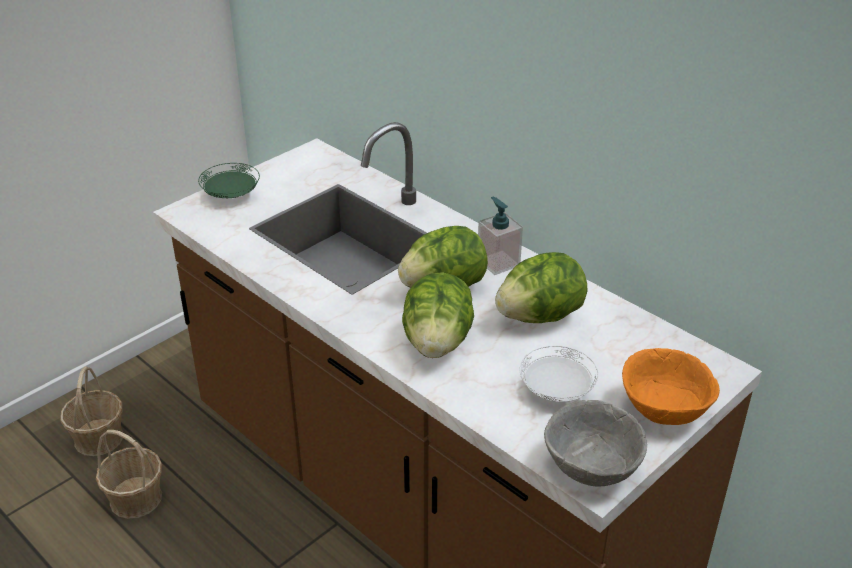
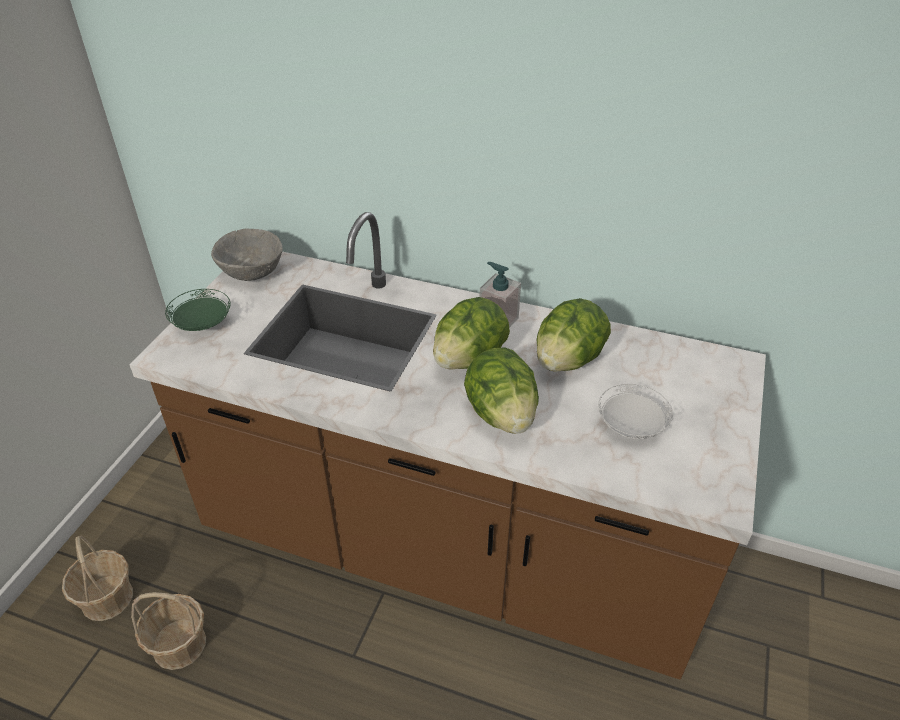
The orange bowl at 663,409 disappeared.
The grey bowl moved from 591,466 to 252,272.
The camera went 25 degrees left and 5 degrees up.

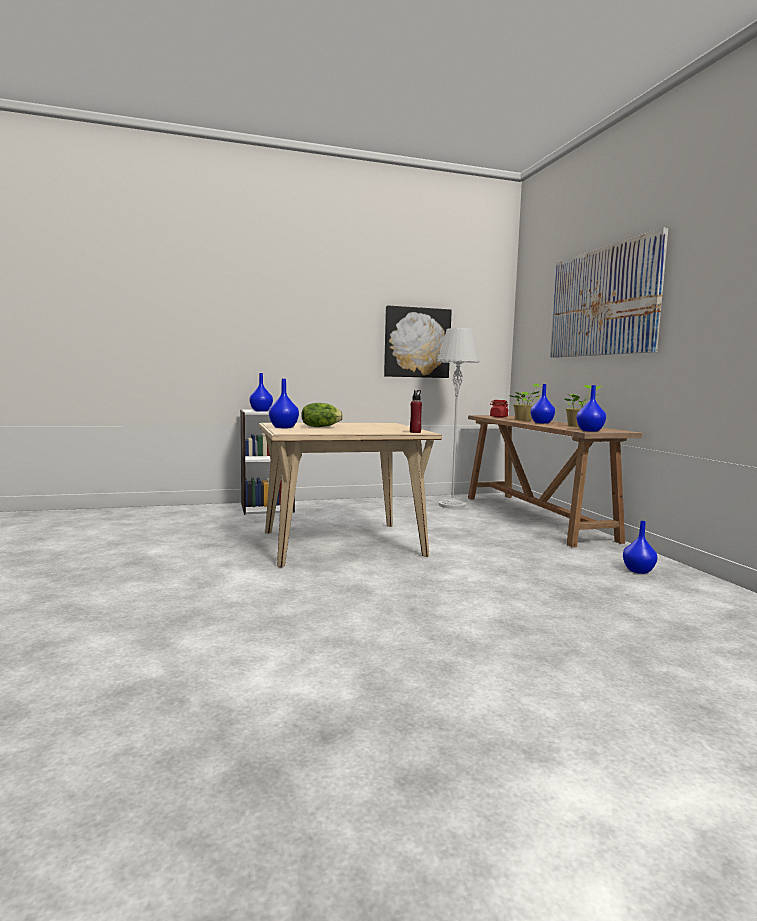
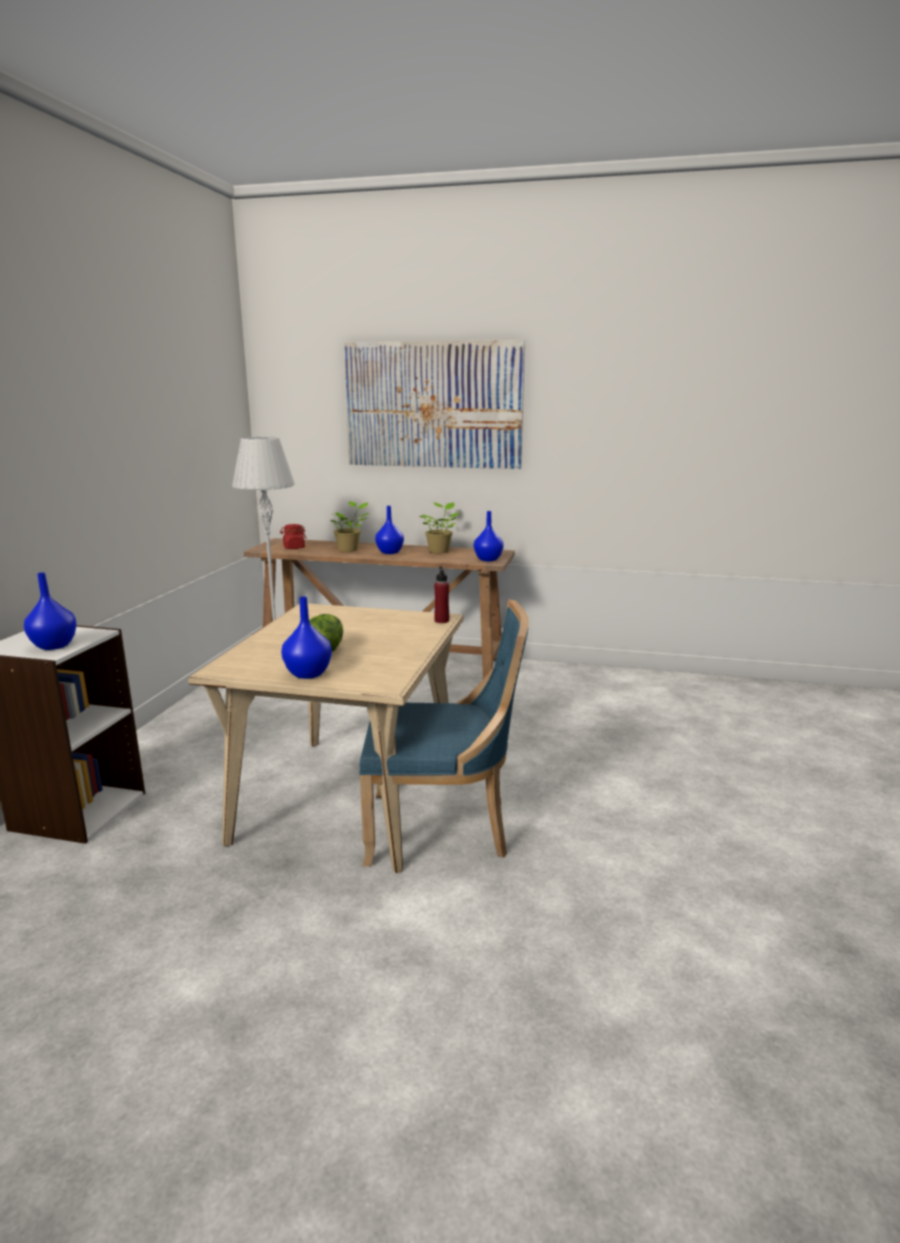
The picture at 417,342 disappeared.
The blue vase at 638,571 disappeared.
The blue chair at 443,828 appeared.
The camera went 60 degrees left and 10 degrees up.

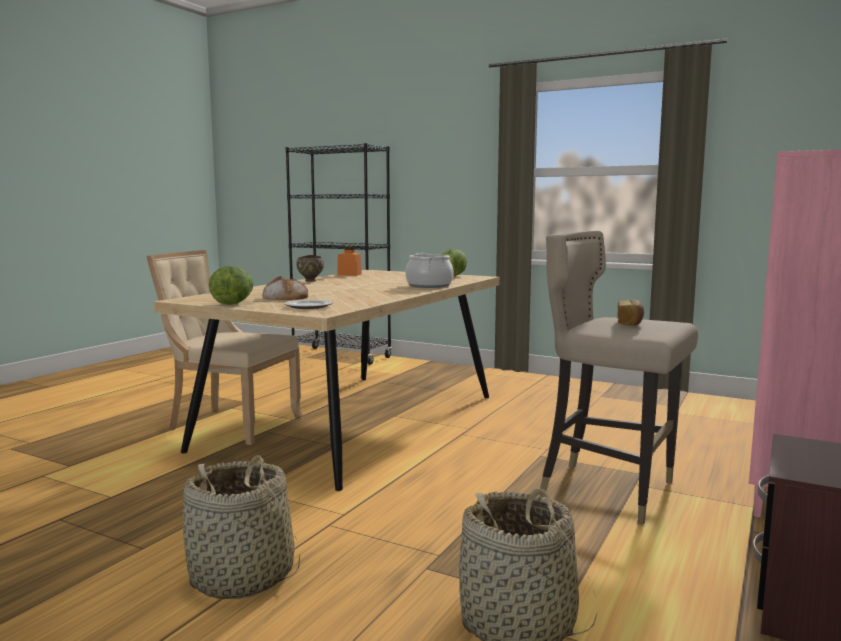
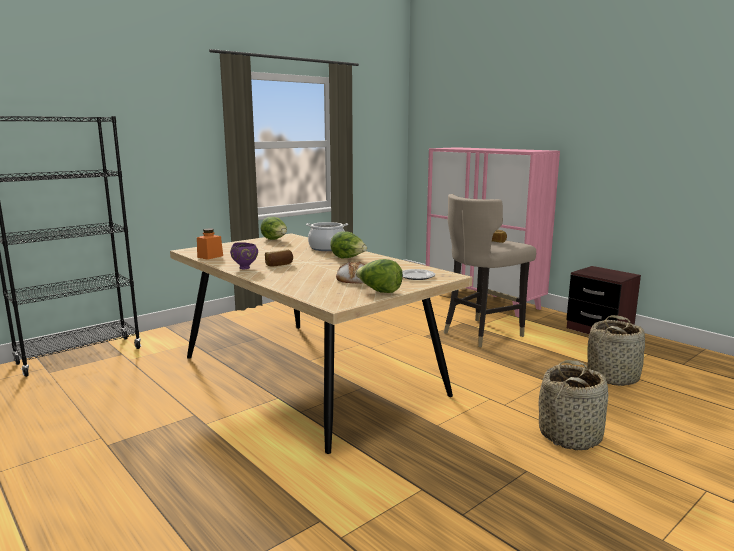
The beige chair at 229,423 disappeared.
The bread at 279,265 appeared.
The lettuce at 348,258 appeared.
The brown bowl at 310,281 became the purple bowl at 245,268.
The camera went 70 degrees left and 5 degrees up.

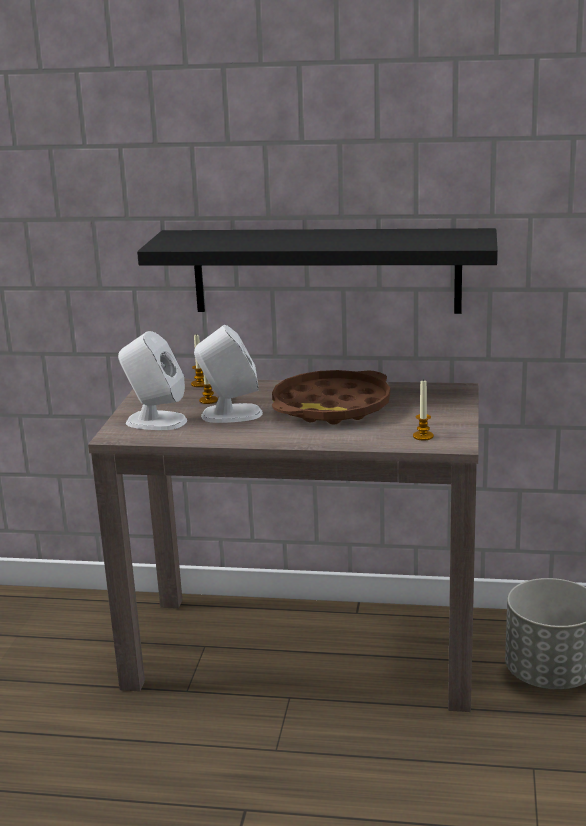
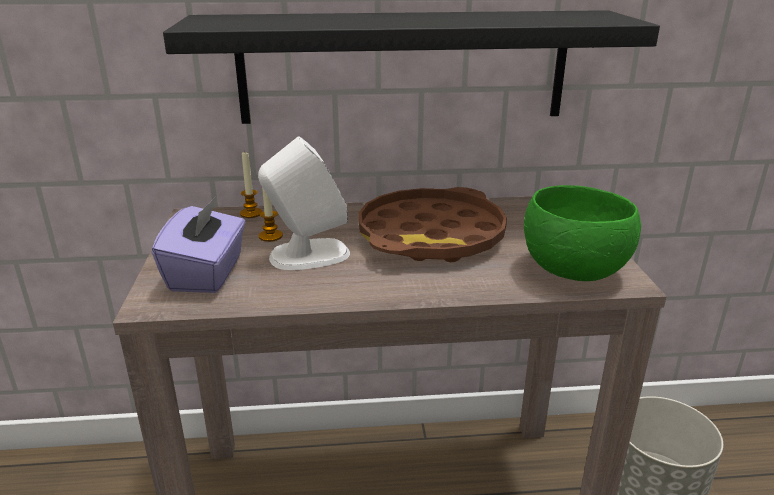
The white speaker at 155,421 was replaced by the purple tissue box at 208,273.
The candle at 423,436 was replaced by the green bowl at 575,272.
The camera went 15 degrees left and 5 degrees up.

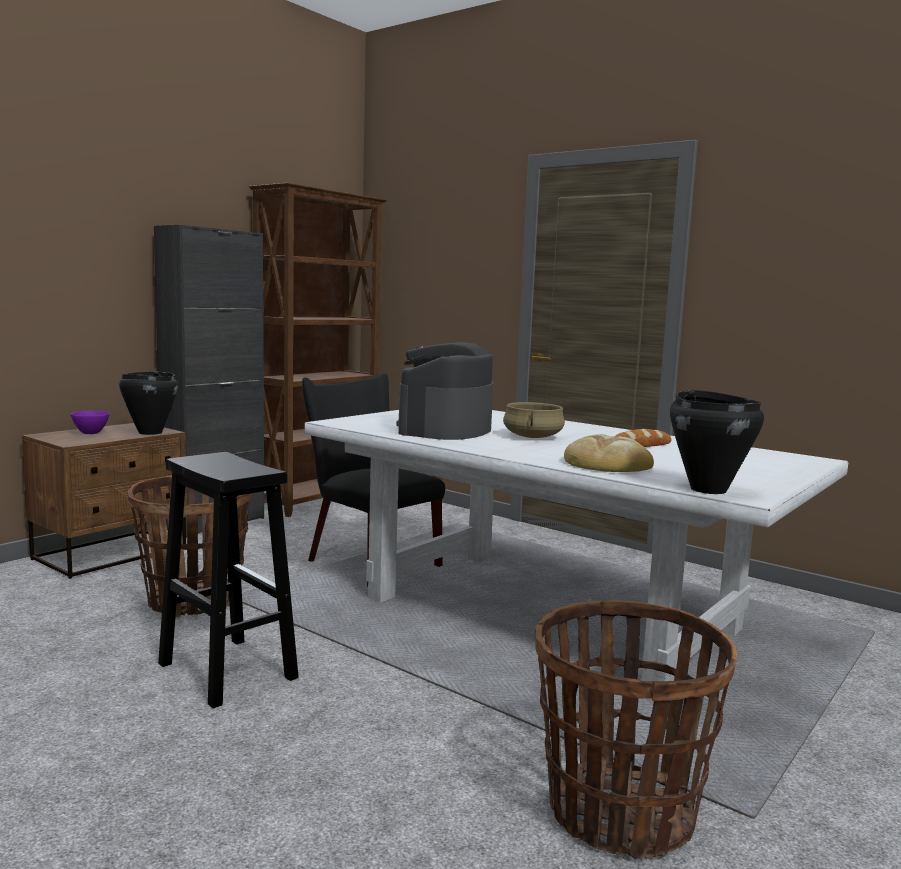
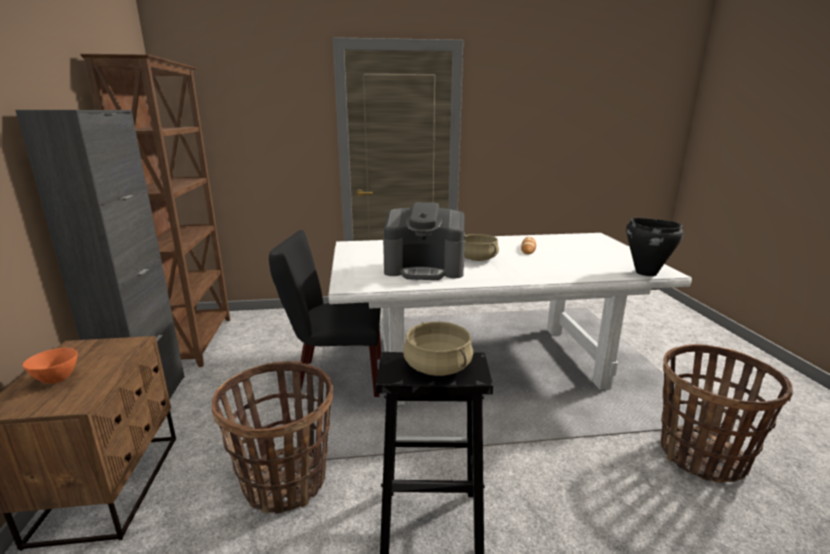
The black cooking pot at 149,432 disappeared.
The bread at 607,463 disappeared.
The beige cooking pot at 438,367 appeared.
The purple bowl at 91,433 became the orange bowl at 57,379.
The coffee machine at 445,429 turned 60 degrees counterclockwise.
The camera went 45 degrees left and 10 degrees up.

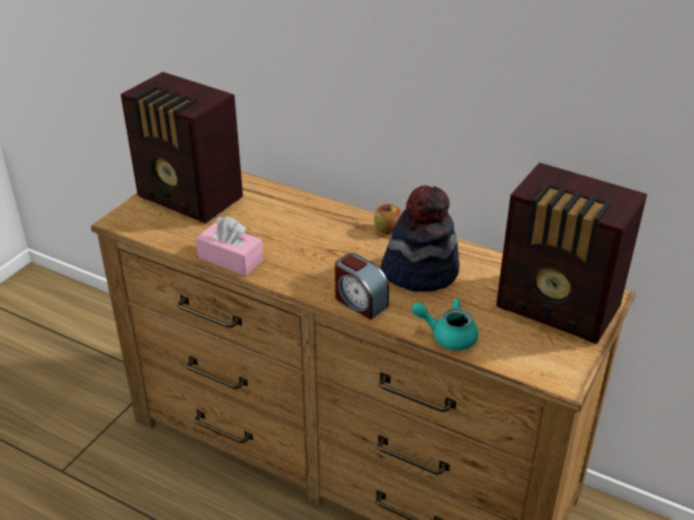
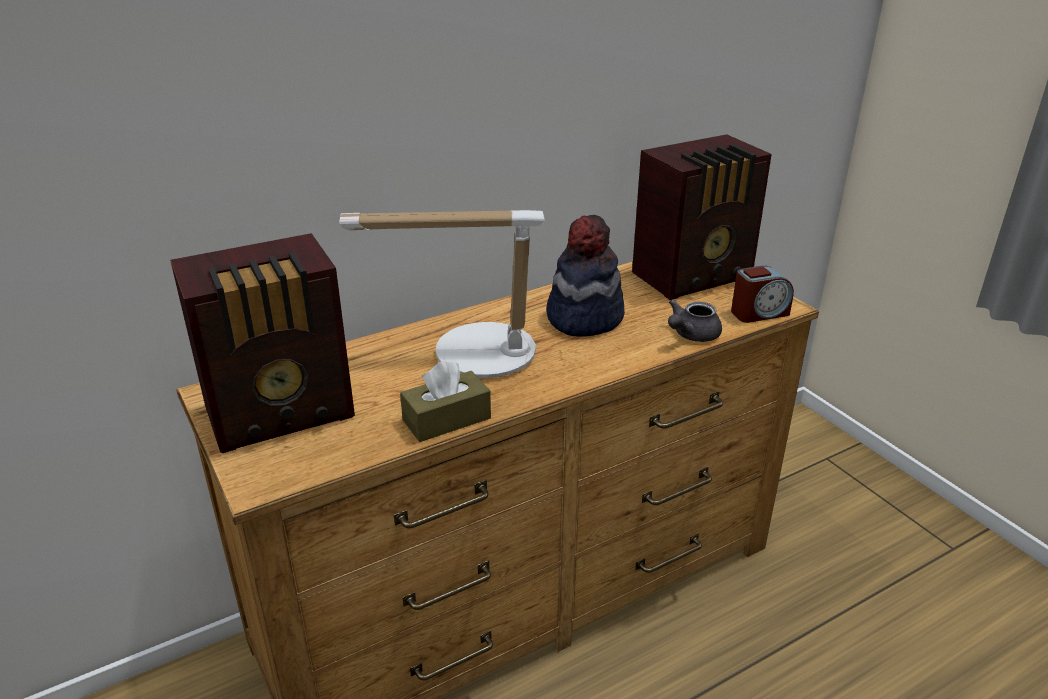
The apple at 387,229 disappeared.
The table lamp at 471,354 appeared.
The alarm clock moved from 360,302 to 759,313.
The pink tissue box at 230,259 became the brown tissue box at 446,419.
The turquoise teapot at 447,335 became the grey teapot at 691,335.
The camera went 60 degrees left and 5 degrees down.

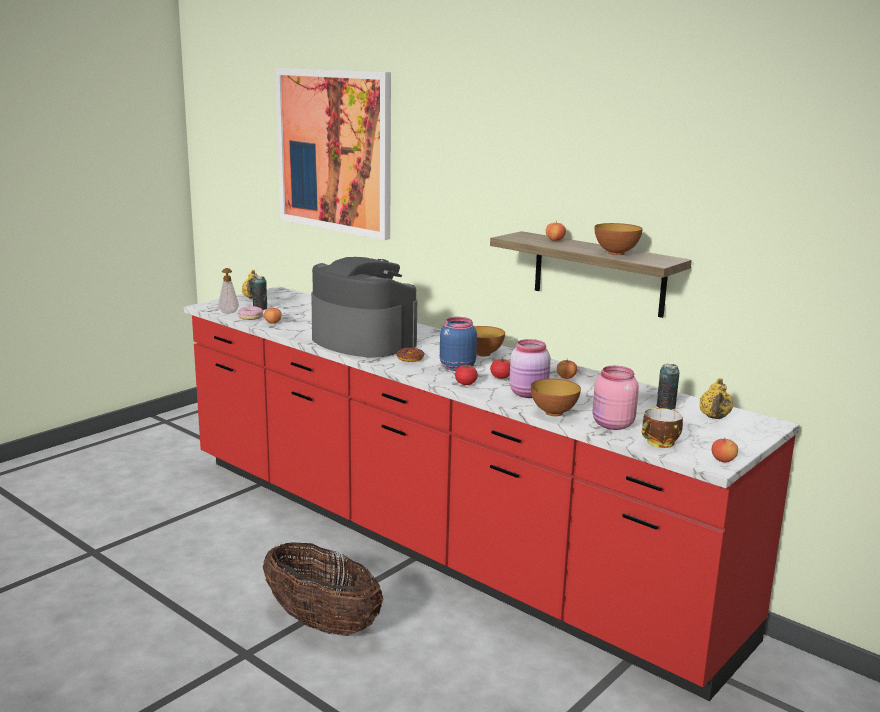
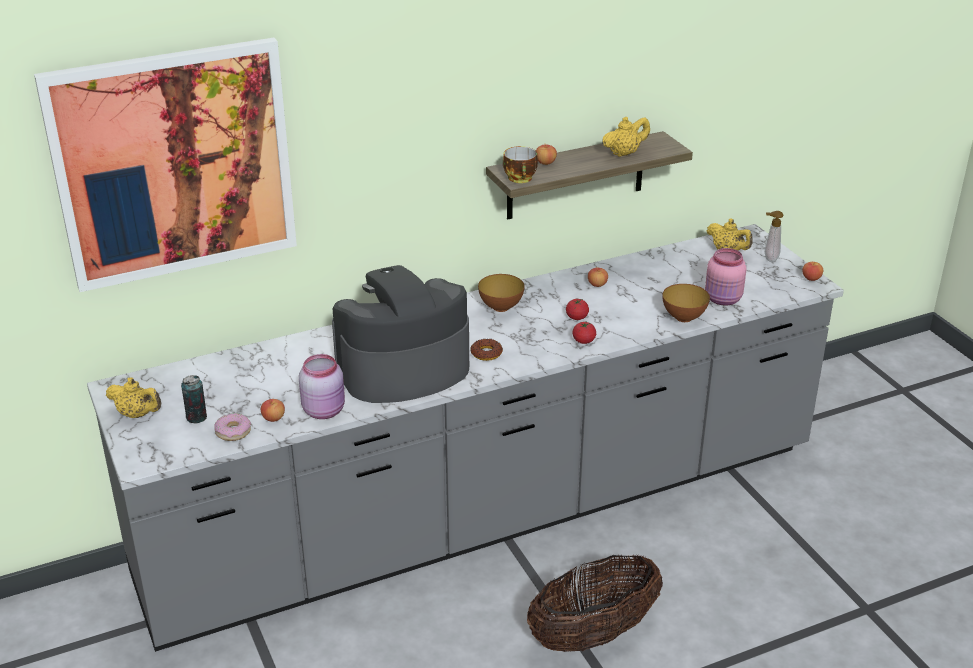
The blue jar at 456,367 disappeared.
The can at 665,406 disappeared.
The soap dispenser moved from 228,312 to 769,259.
The pink jar moved from 529,394 to 325,410.
The cup moved from 659,443 to 521,179.
The bowl at 616,253 was replaced by the yellow teapot at 624,153.
The red counter at 435,542 became the grey counter at 486,515.
The camera went 65 degrees left and 15 degrees up.

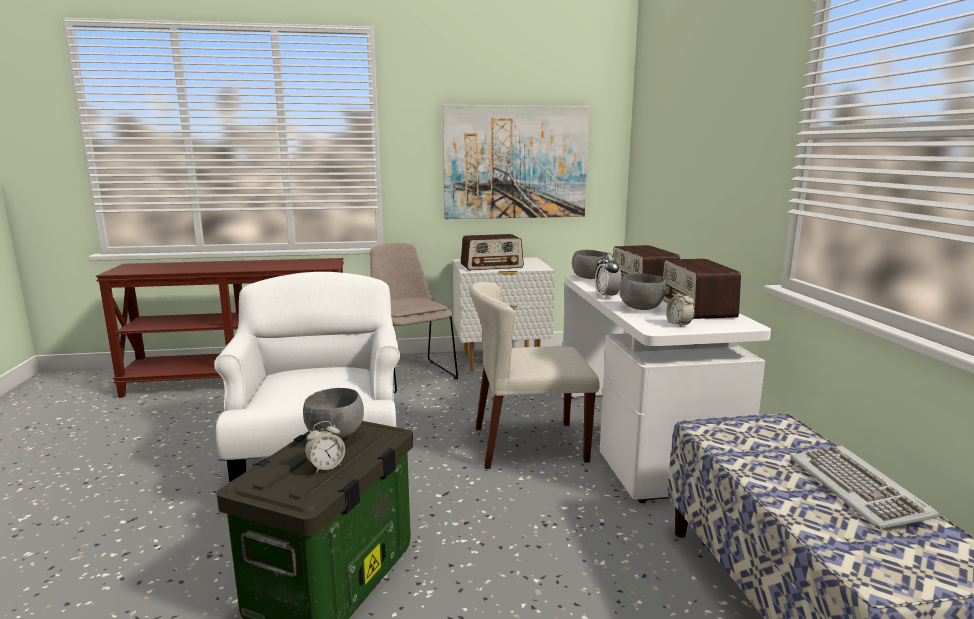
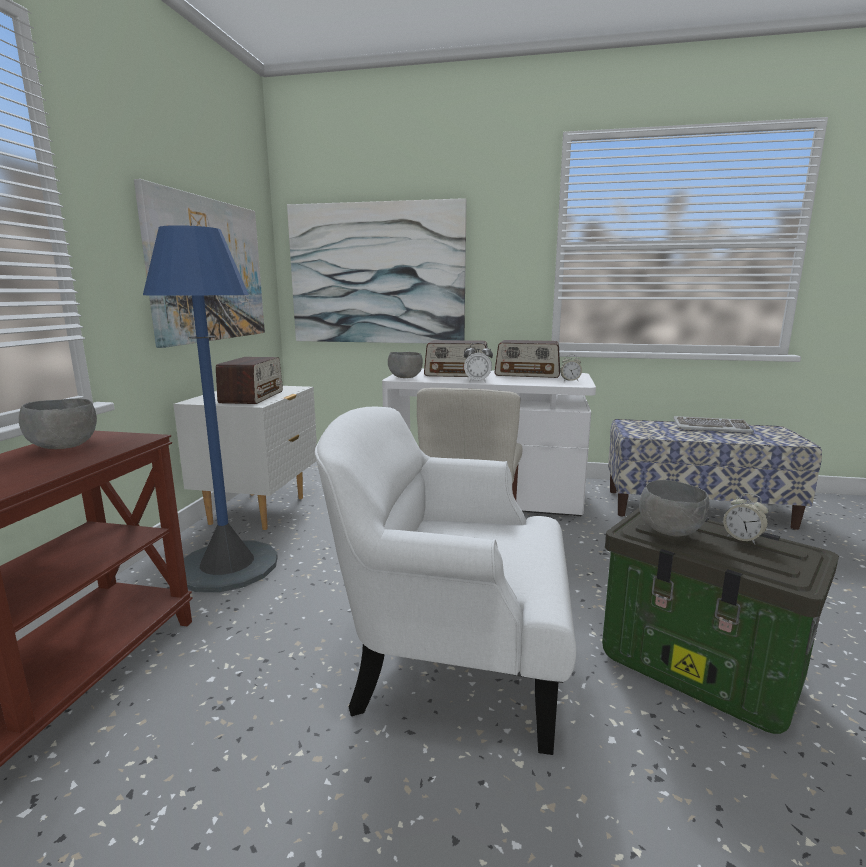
The picture at 376,274 appeared.
The grey bowl moved from 642,308 to 65,447.
The beige chair at 410,375 was replaced by the blue floor lamp at 227,566.
The alarm clock at 326,466 turned 150 degrees clockwise.
The camera went 70 degrees left and 0 degrees up.

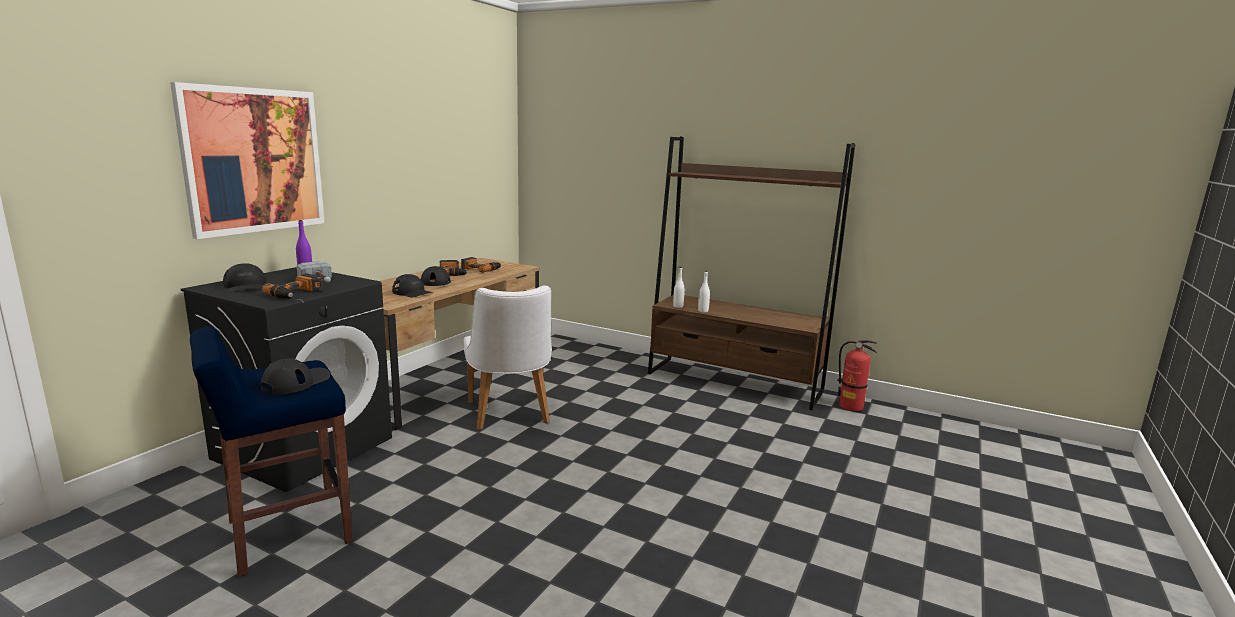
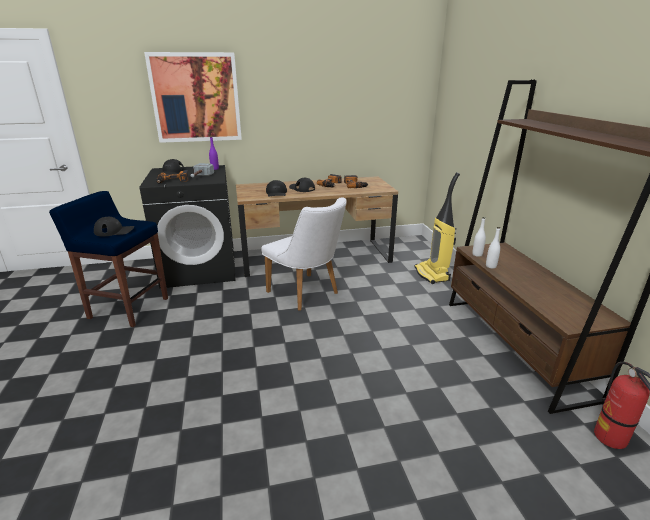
The vacuum cleaner at 432,274 appeared.
The white chair at 510,415 turned 75 degrees counterclockwise.
The camera went 50 degrees right and 10 degrees up.

